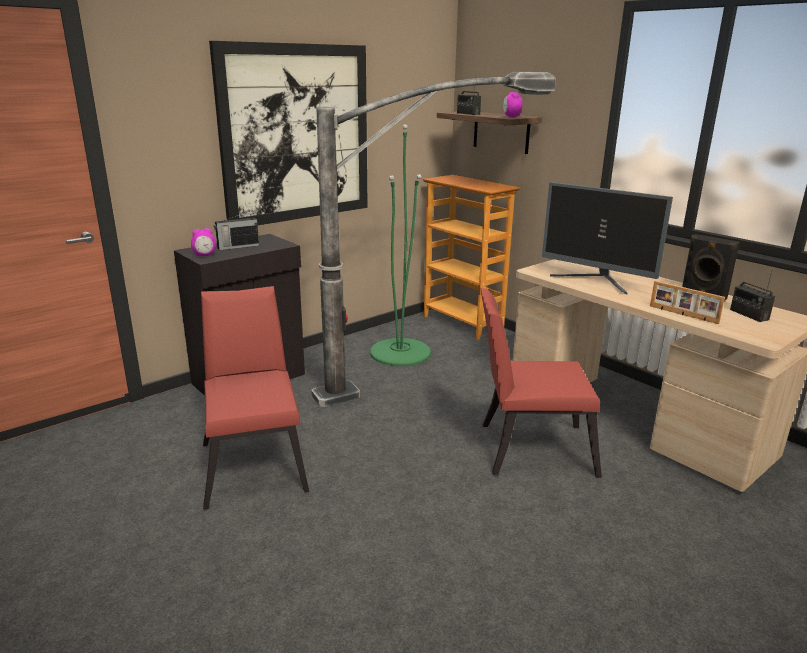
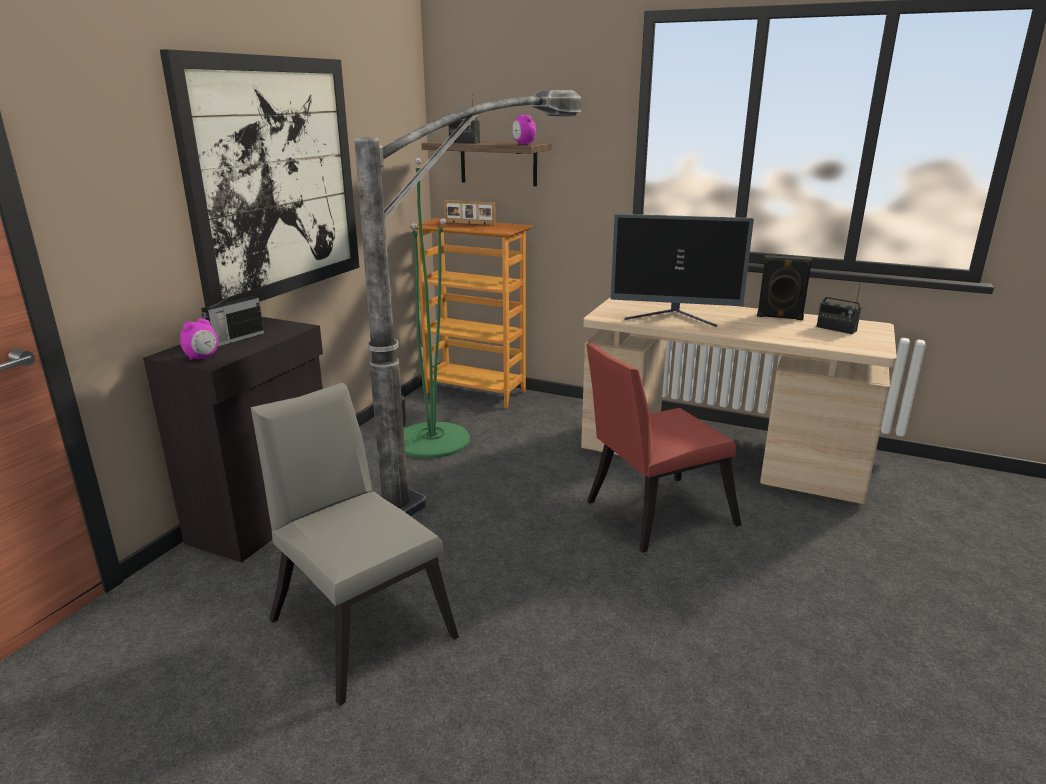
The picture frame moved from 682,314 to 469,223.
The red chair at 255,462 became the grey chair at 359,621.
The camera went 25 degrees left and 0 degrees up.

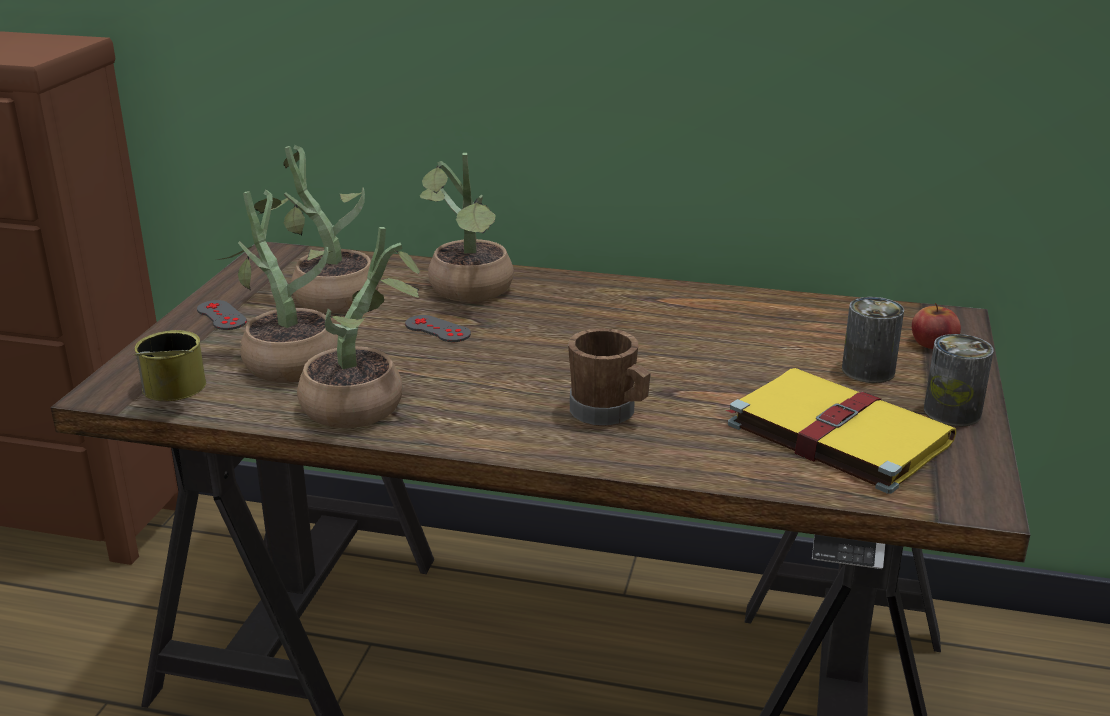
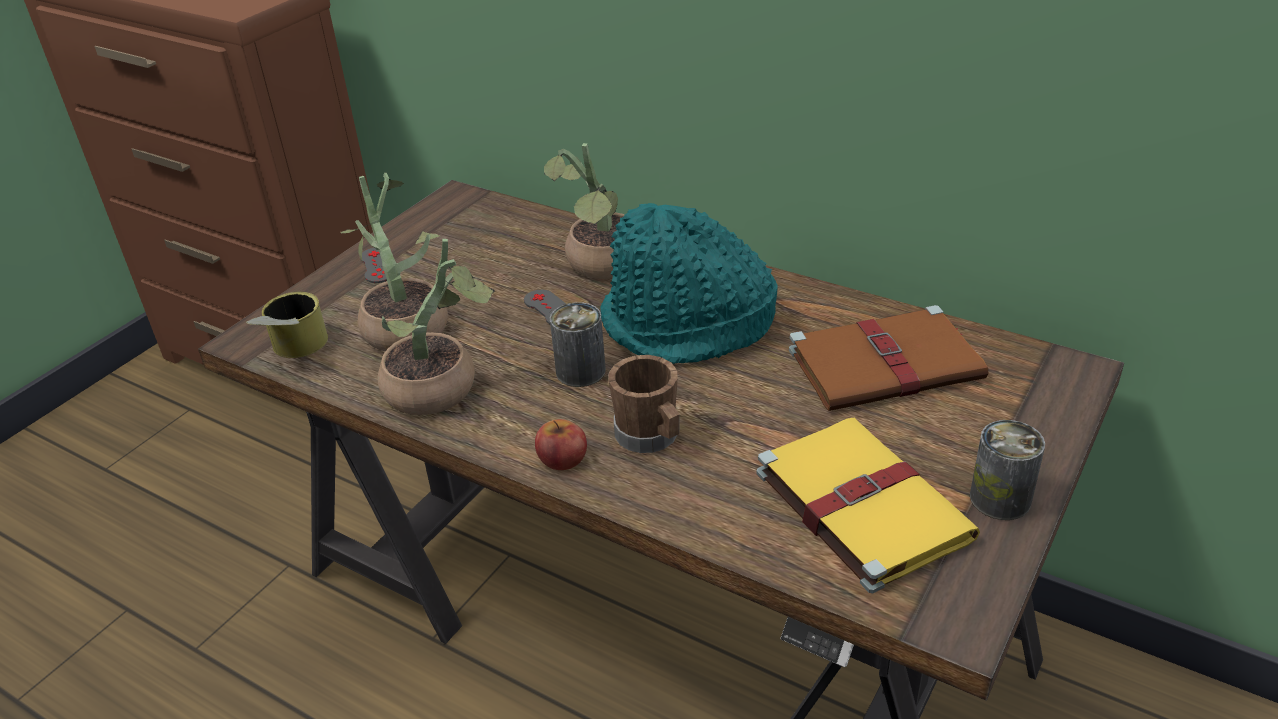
The potted plant at 327,296 disappeared.
The turquoise hat at 687,326 appeared.
The brown book at 888,364 appeared.
The can moved from 868,370 to 580,371.
The apple moved from 933,343 to 562,458.
The camera went 20 degrees right and 10 degrees up.

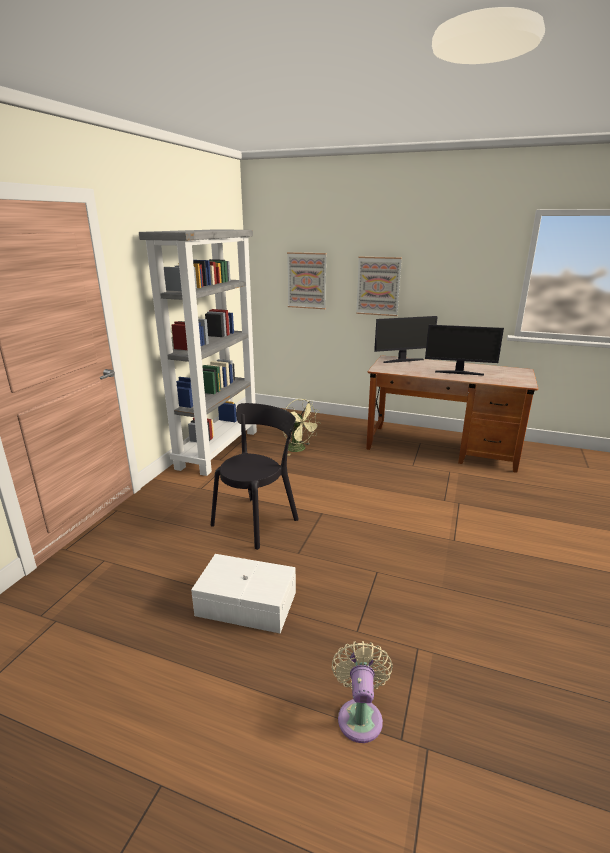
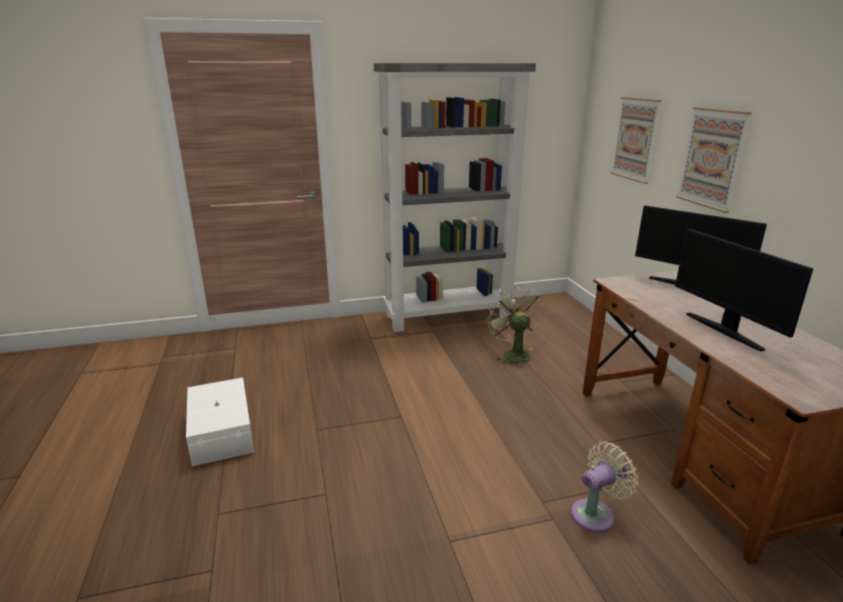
The black chair at 257,520 disappeared.
The beige fan moved from 360,715 to 596,514.
The green fan at 299,449 turned 150 degrees clockwise.
The camera went 55 degrees right and 0 degrees up.

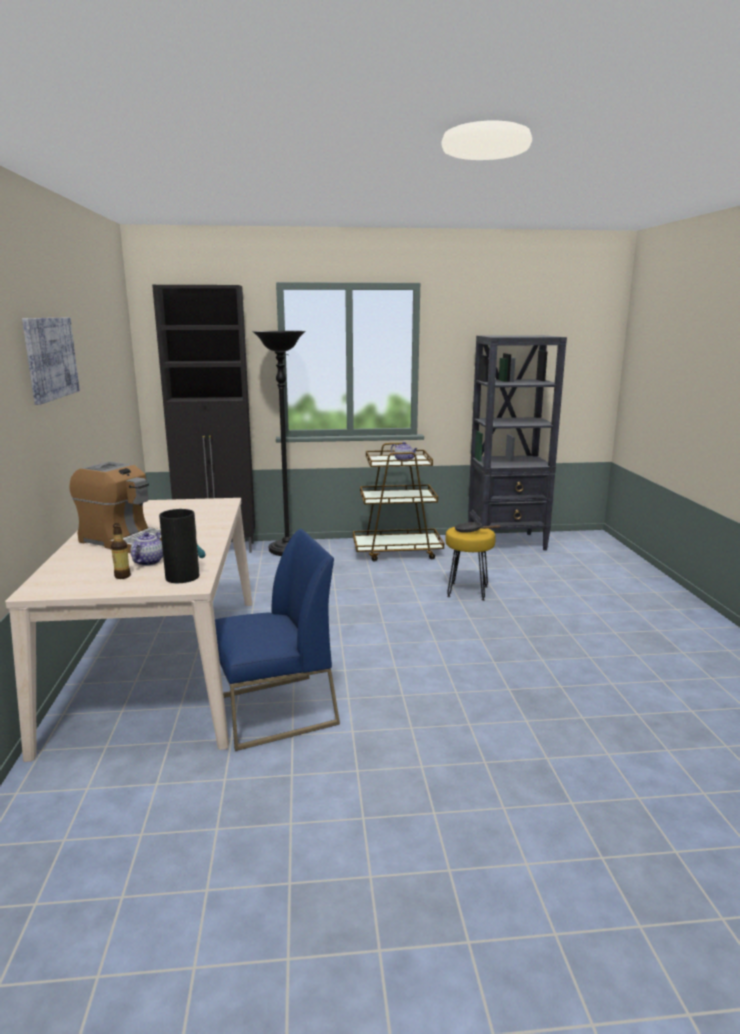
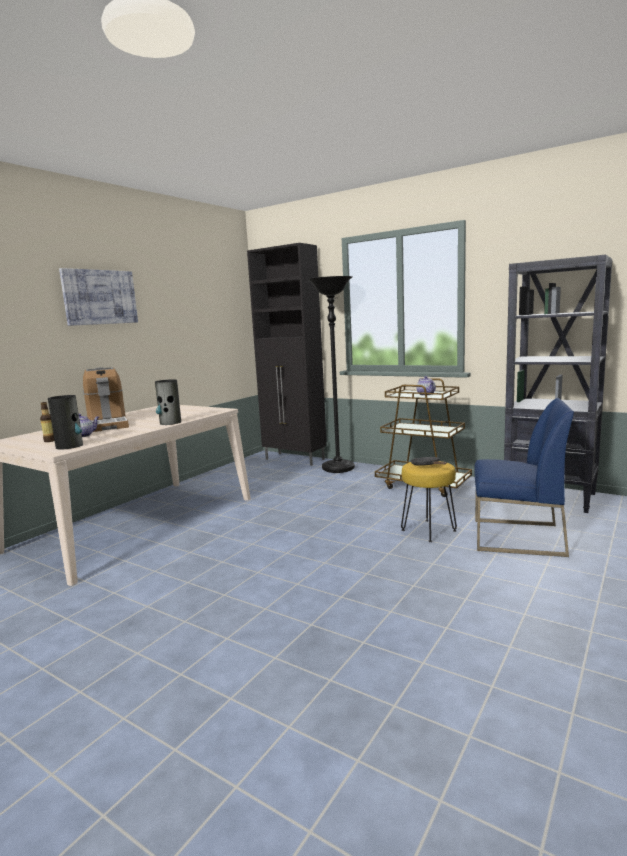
The vase at 170,423 appeared.
The blue chair moved from 274,711 to 517,537.
The camera went 40 degrees right and 5 degrees down.

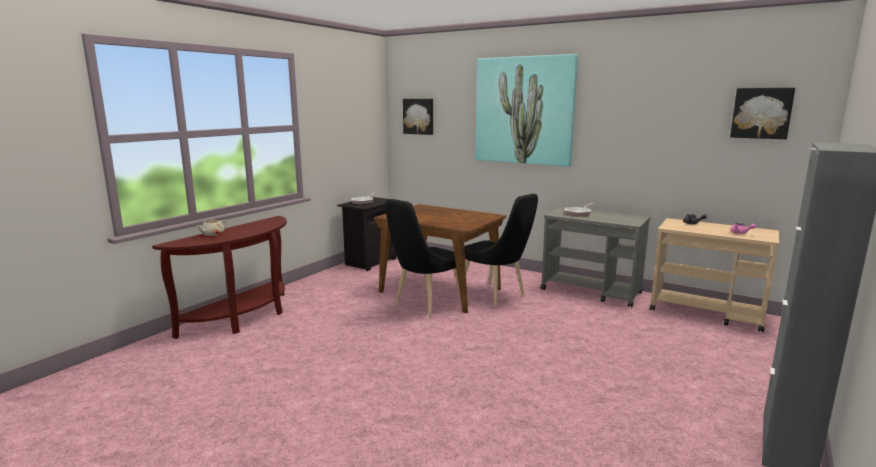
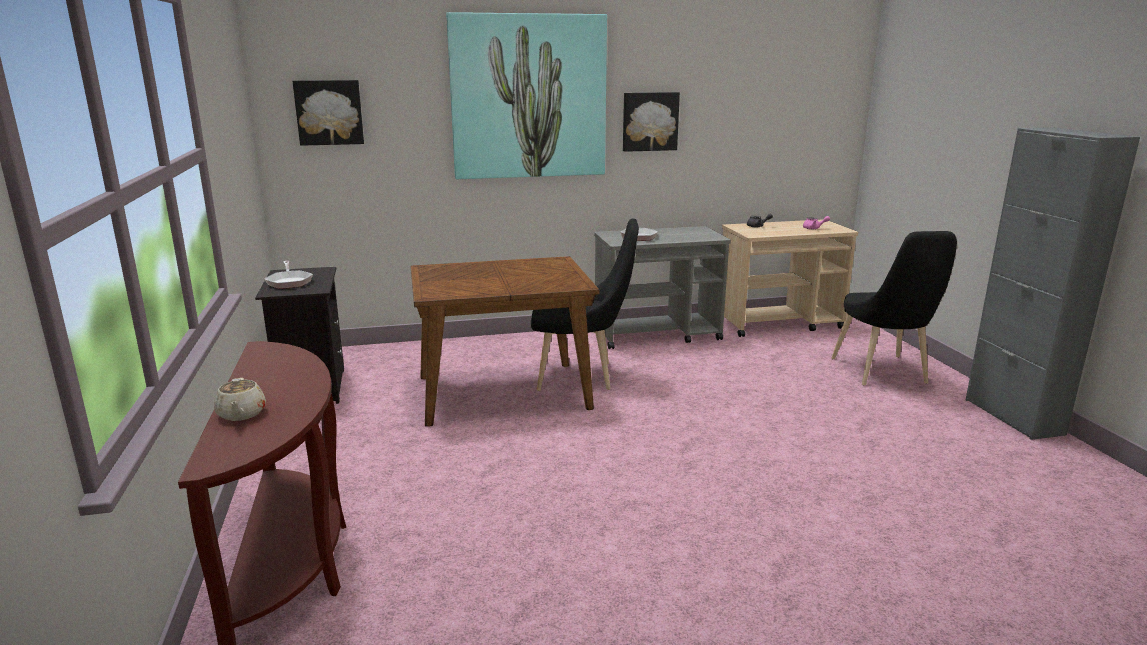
The black chair moved from 425,306 to 882,373.
The picture moved from 761,113 to 650,121.
The camera went 45 degrees left and 5 degrees up.

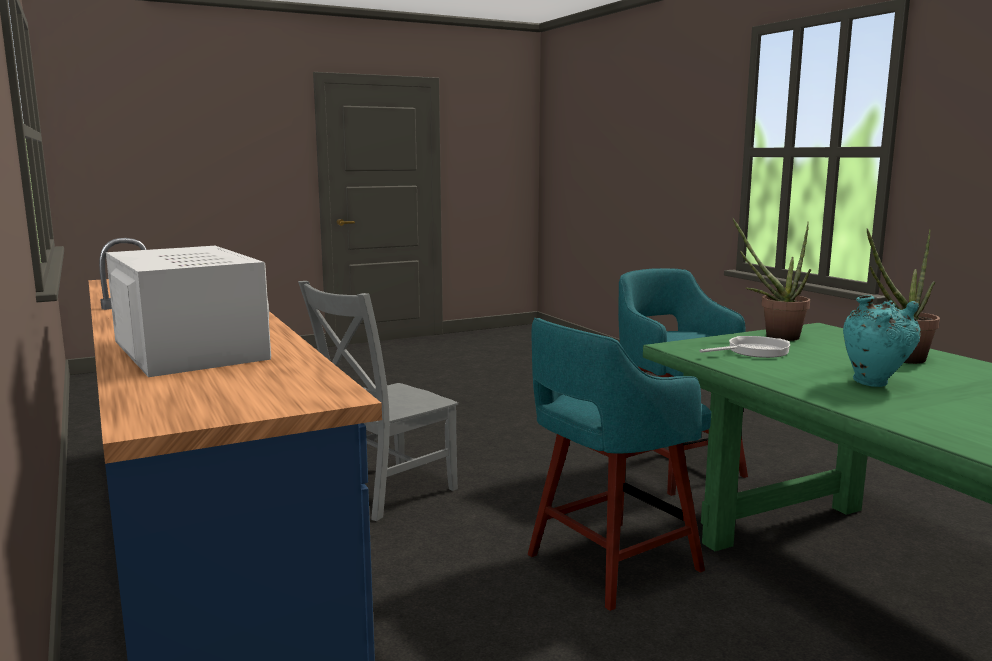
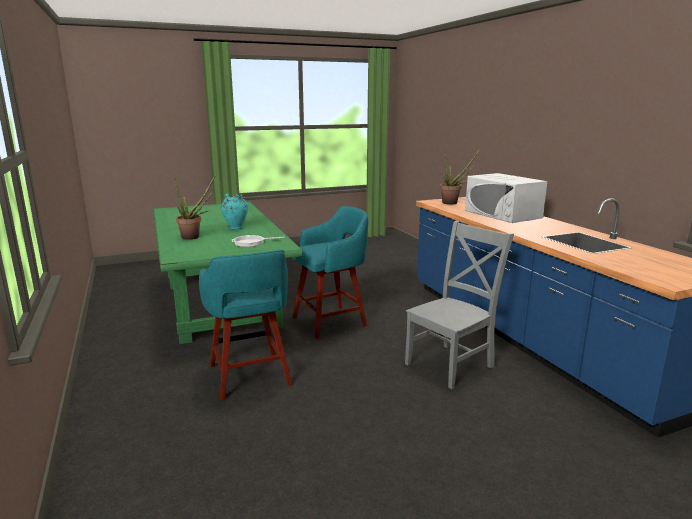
The potted plant moved from 774,336 to 453,203.
The camera went 175 degrees left and 5 degrees up.

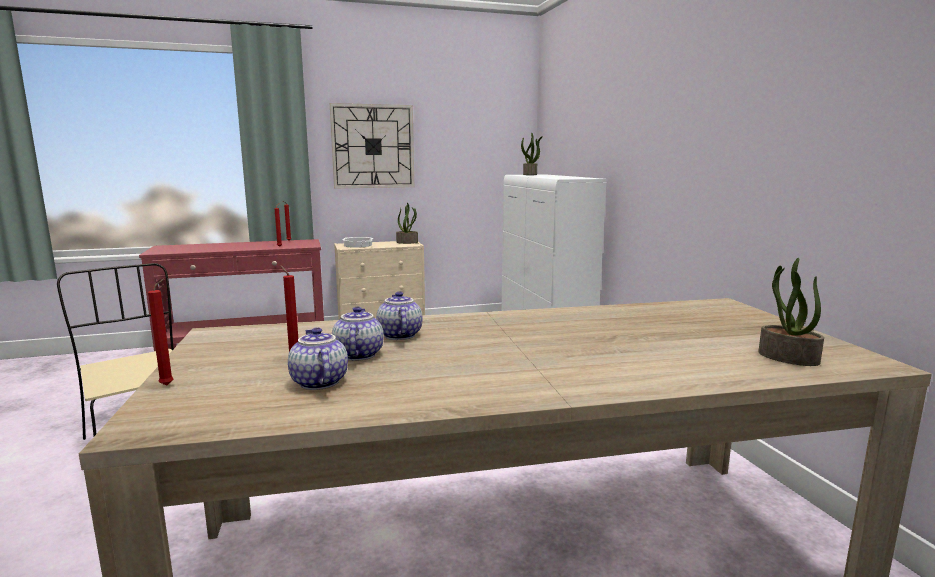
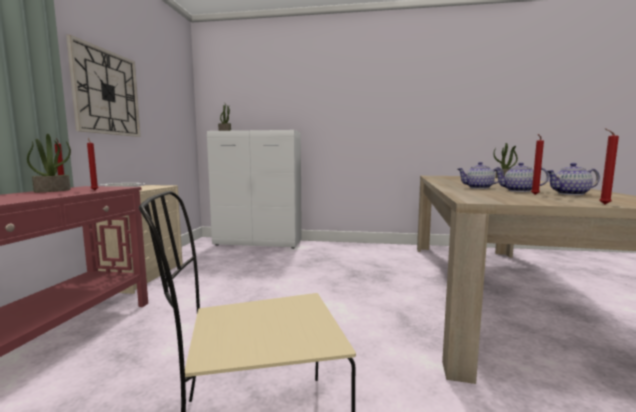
The potted plant moved from 407,242 to 53,190.
The camera went 65 degrees left and 5 degrees down.

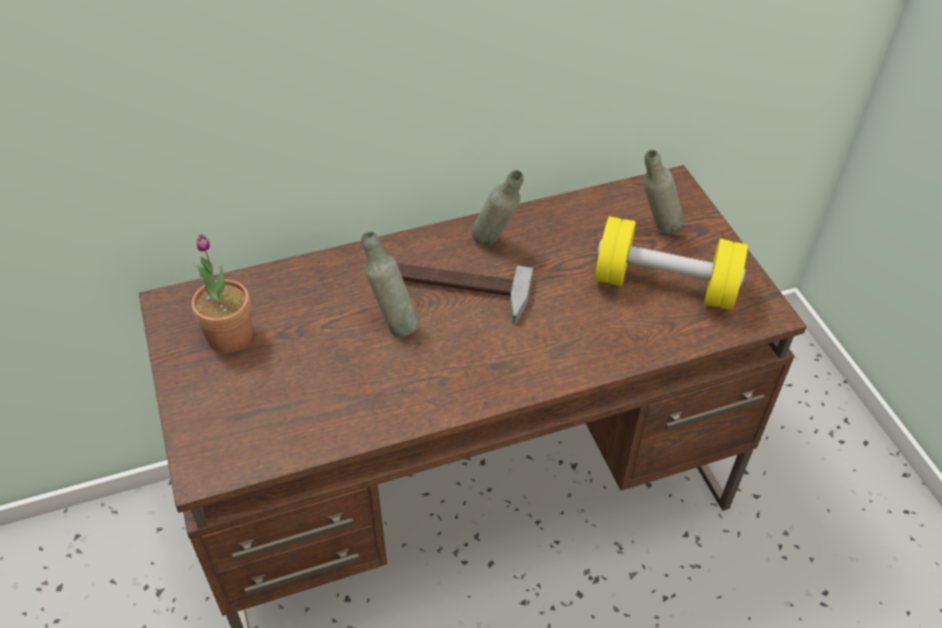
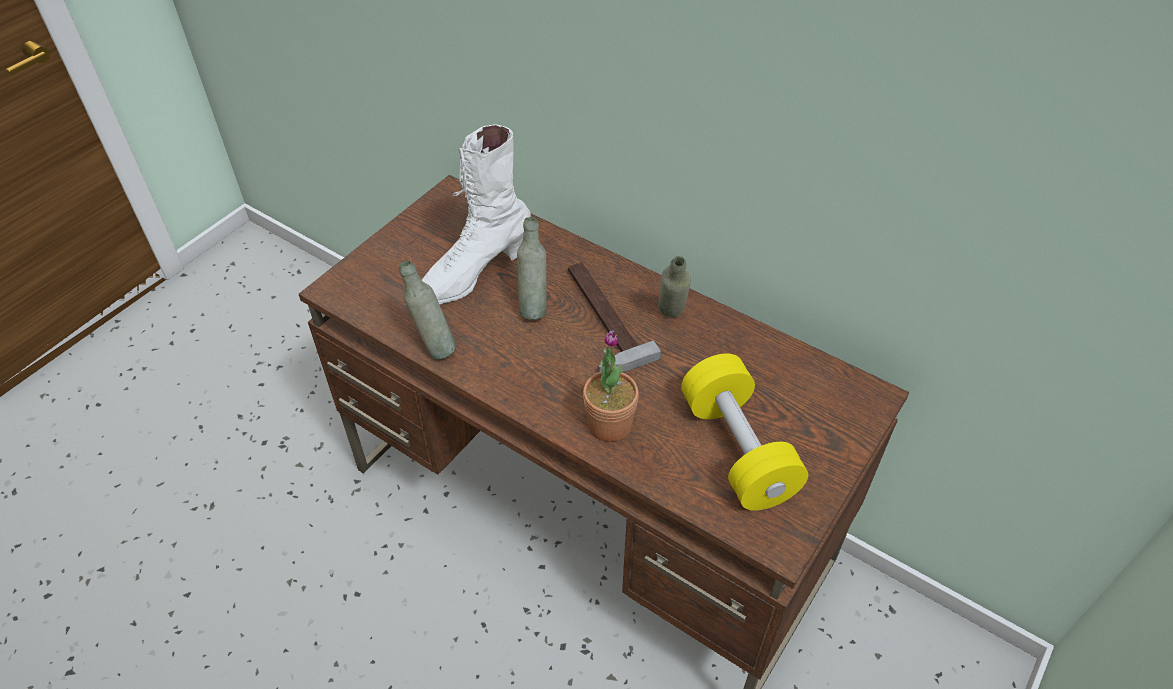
The white boot at 472,275 appeared.
The potted plant moved from 230,336 to 609,424.
The grey bottle moved from 656,230 to 434,348.
The camera went 55 degrees right and 0 degrees up.

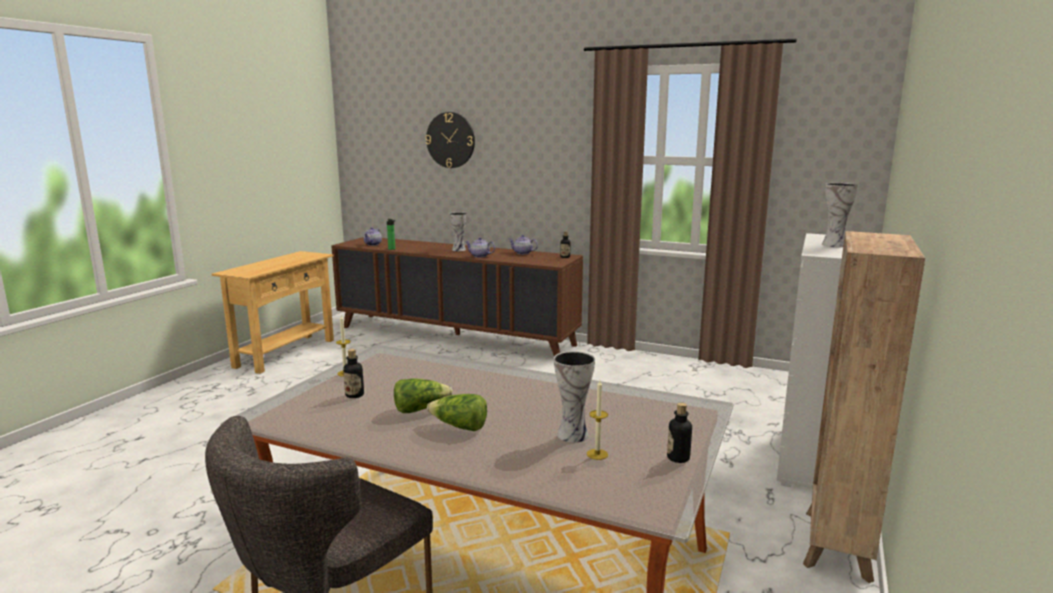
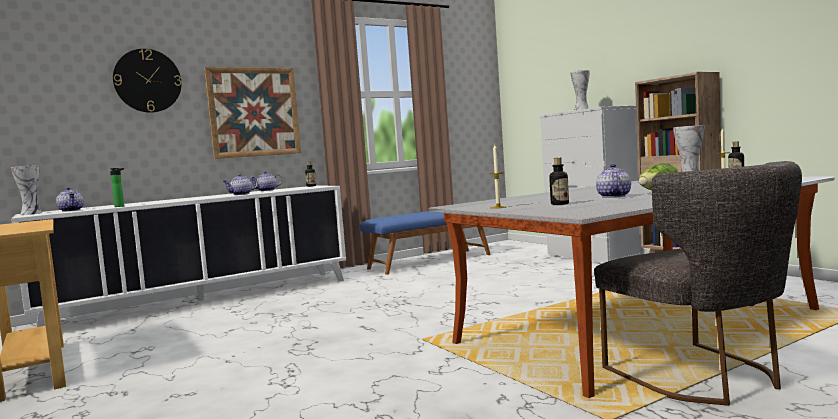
The picture at 254,112 appeared.
The blue bench at 430,261 appeared.
The vase moved from 459,249 to 32,213.
The lettuce at 420,409 was replaced by the teapot at 613,196.
The brown cabinet at 455,336 became the white cabinet at 201,301.
The camera went 55 degrees left and 10 degrees down.

